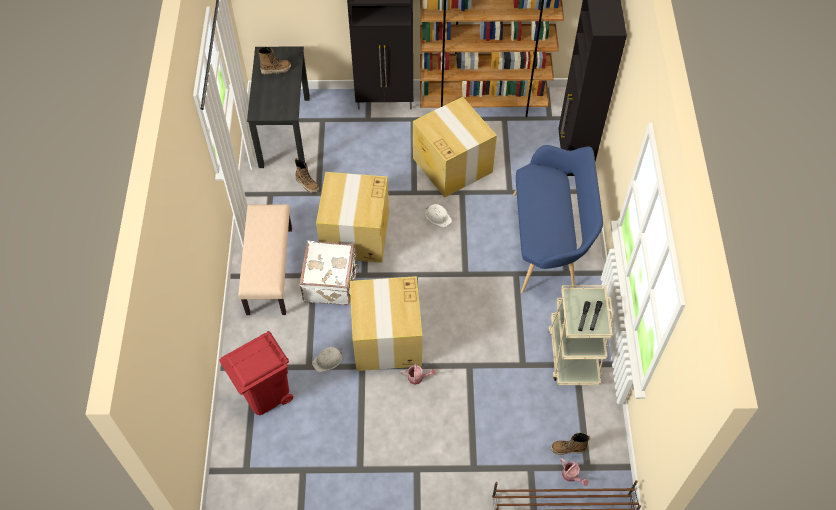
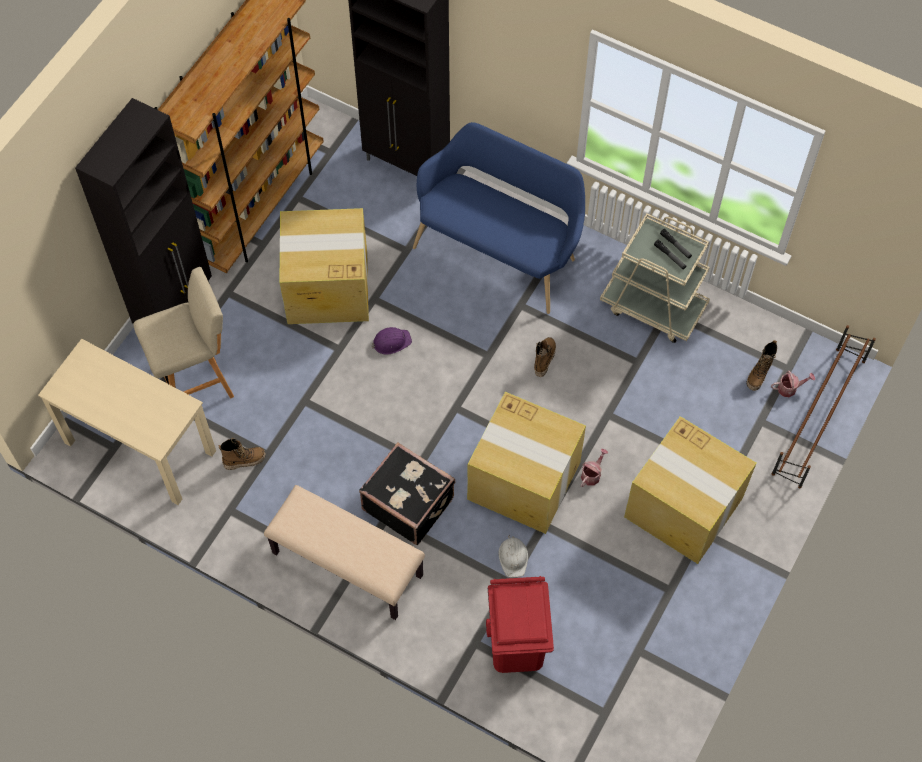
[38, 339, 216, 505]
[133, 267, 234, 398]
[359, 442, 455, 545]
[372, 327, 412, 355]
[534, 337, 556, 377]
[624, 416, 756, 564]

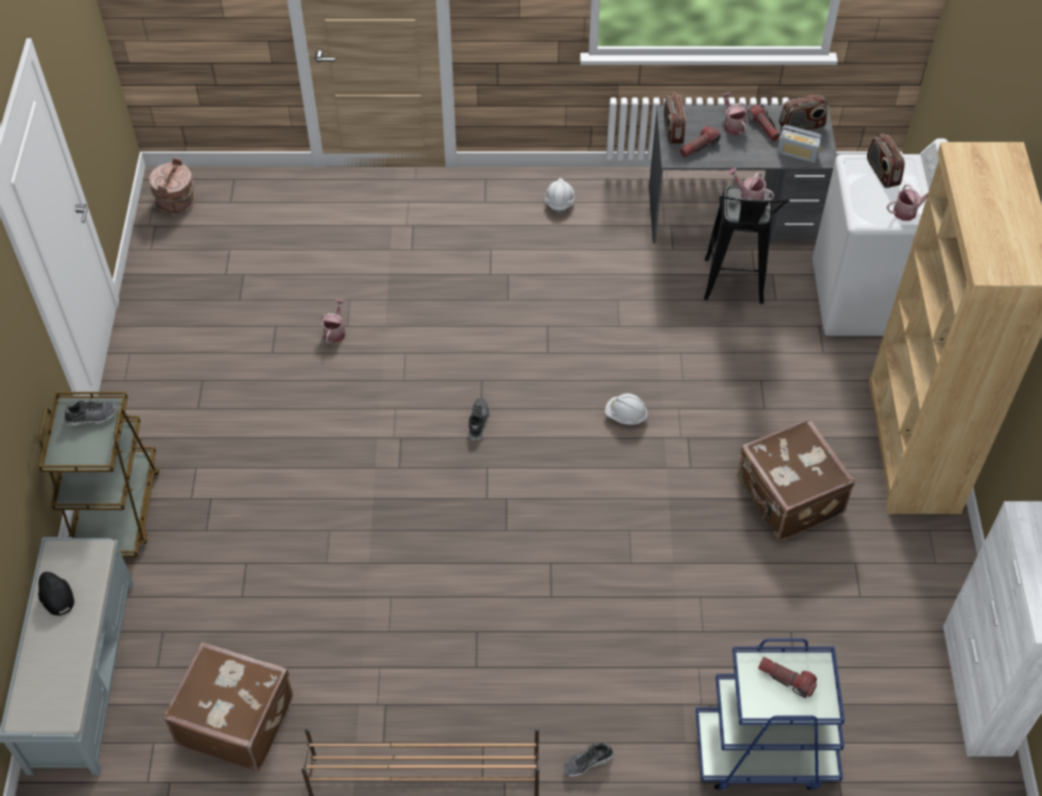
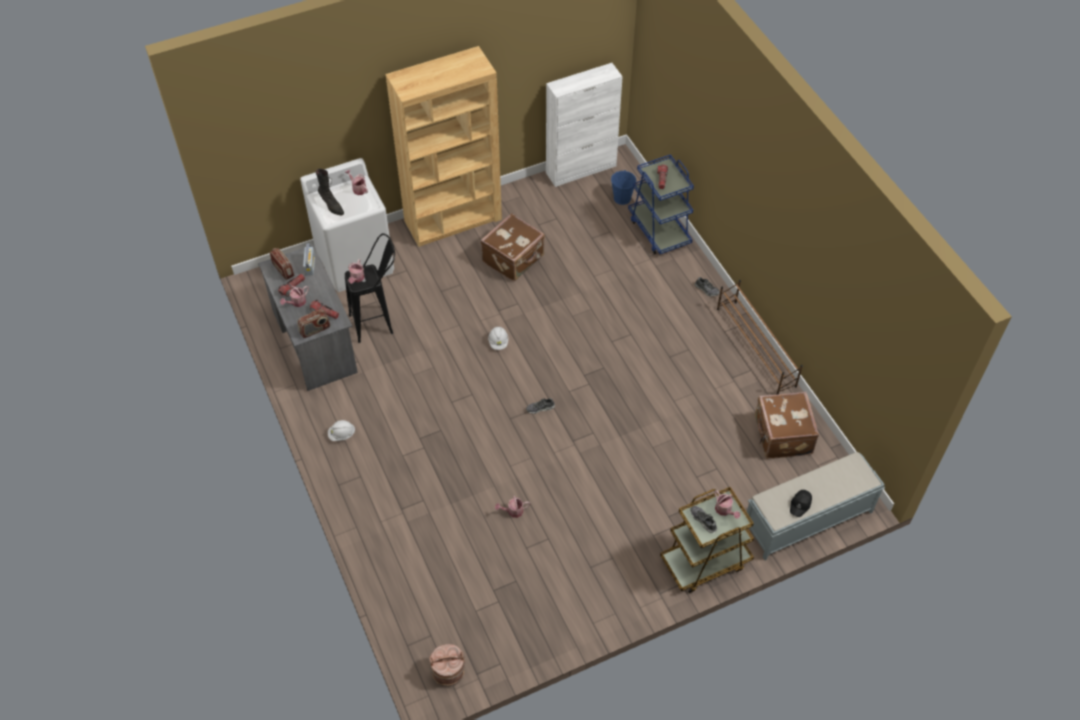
[316, 169, 344, 215]
[611, 170, 636, 205]
[714, 490, 740, 519]

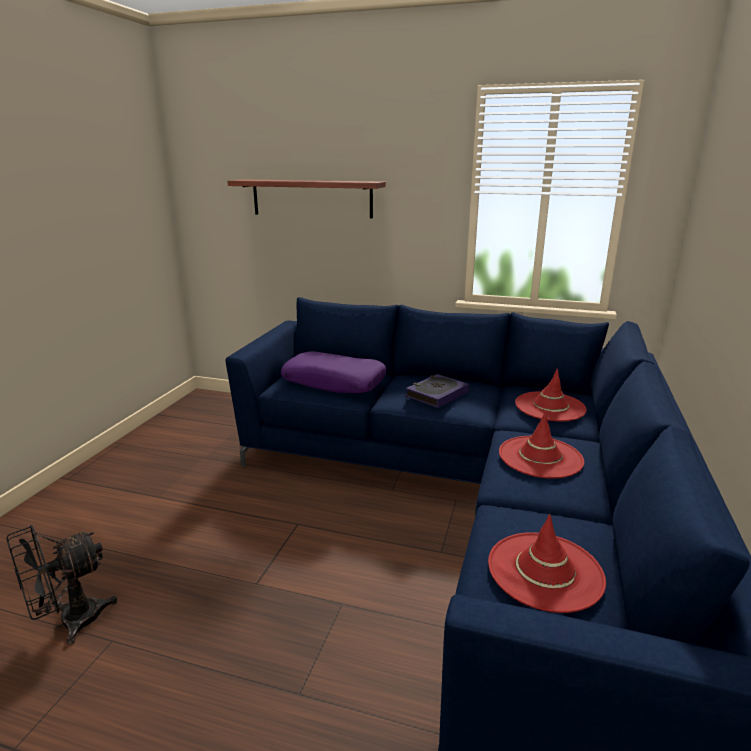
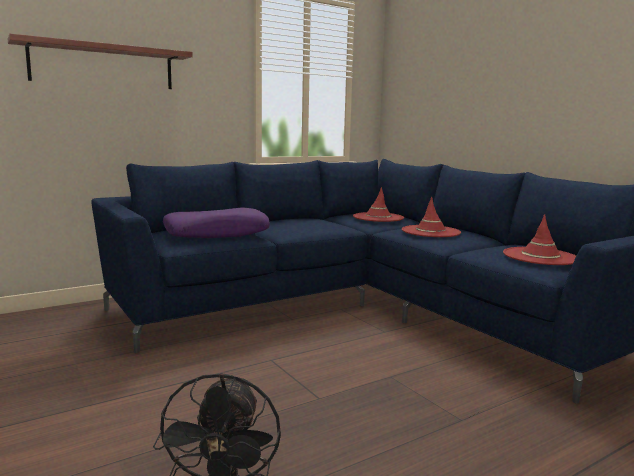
[405, 374, 469, 408] (first image)

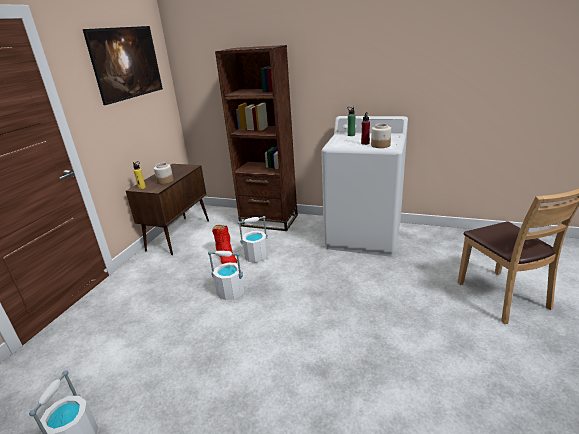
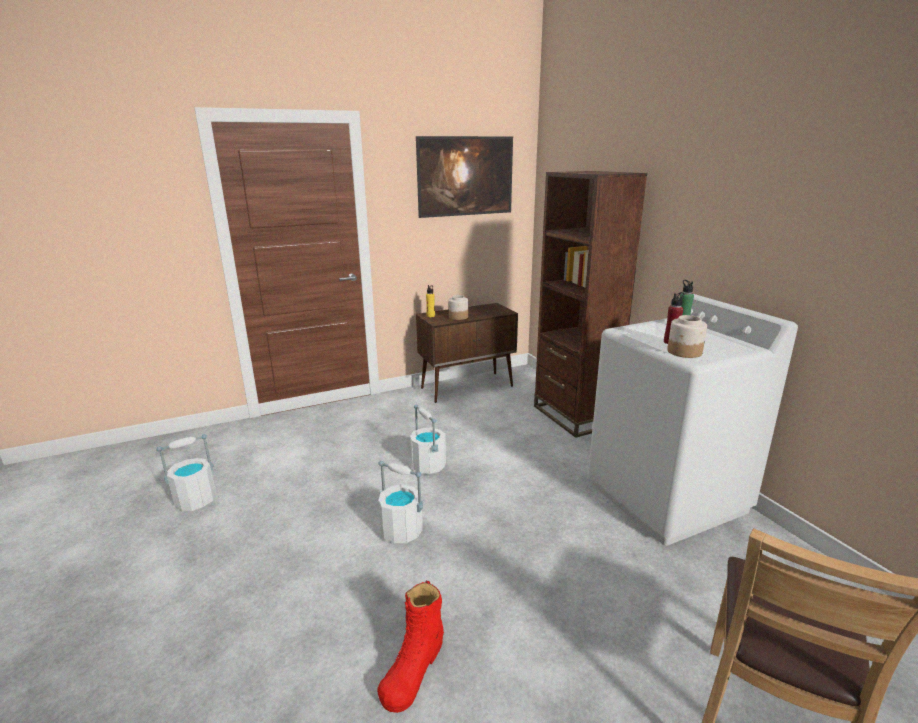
[377, 581, 444, 713]
[378, 461, 423, 543]

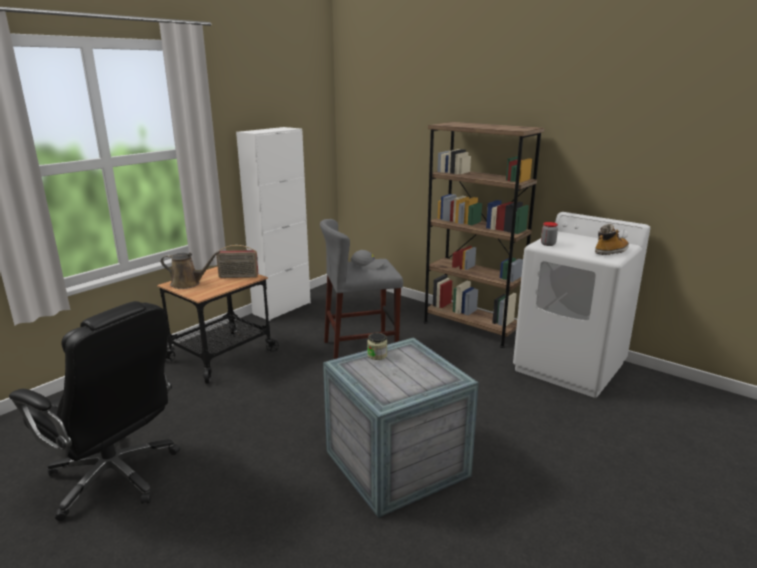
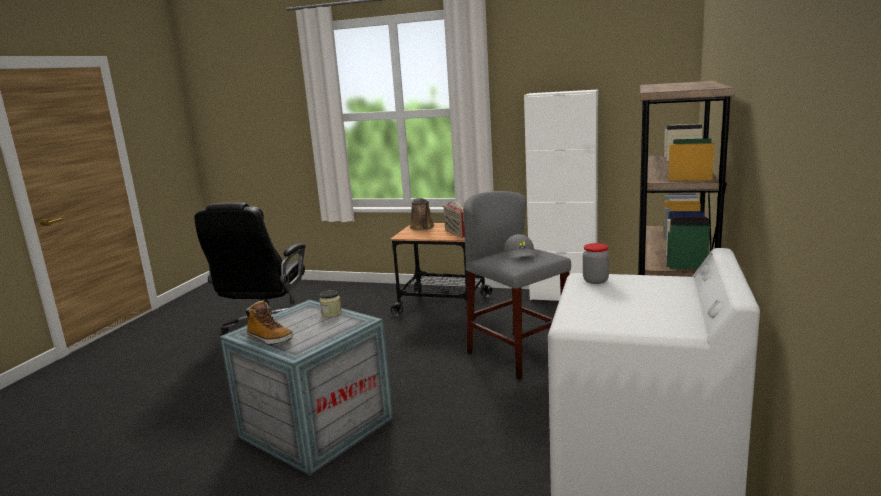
[245, 300, 293, 345]

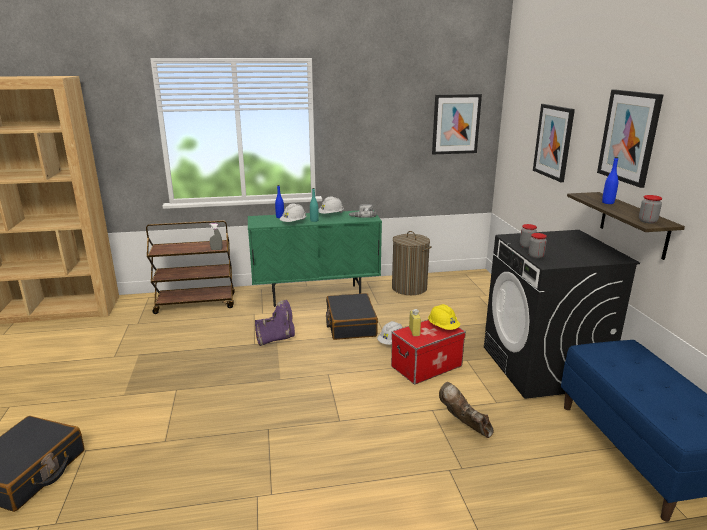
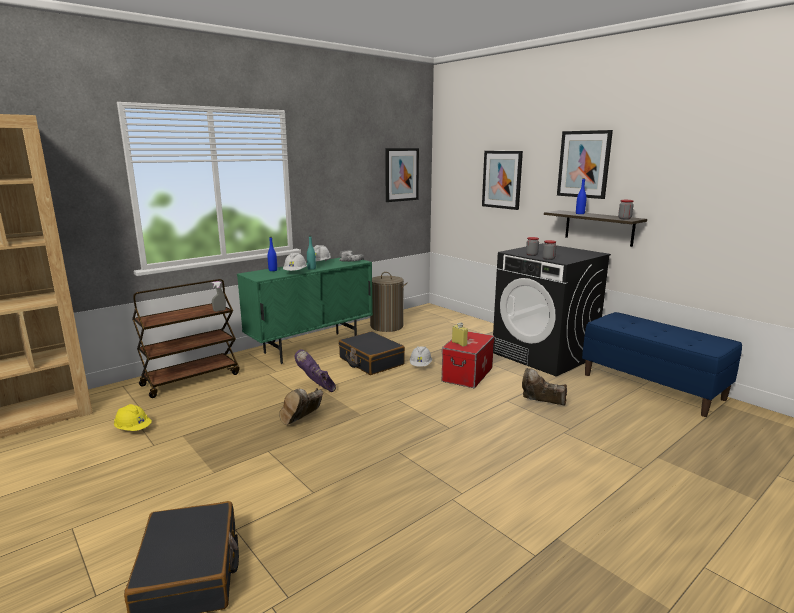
[114, 404, 152, 431]
[279, 388, 323, 425]
[295, 349, 336, 392]

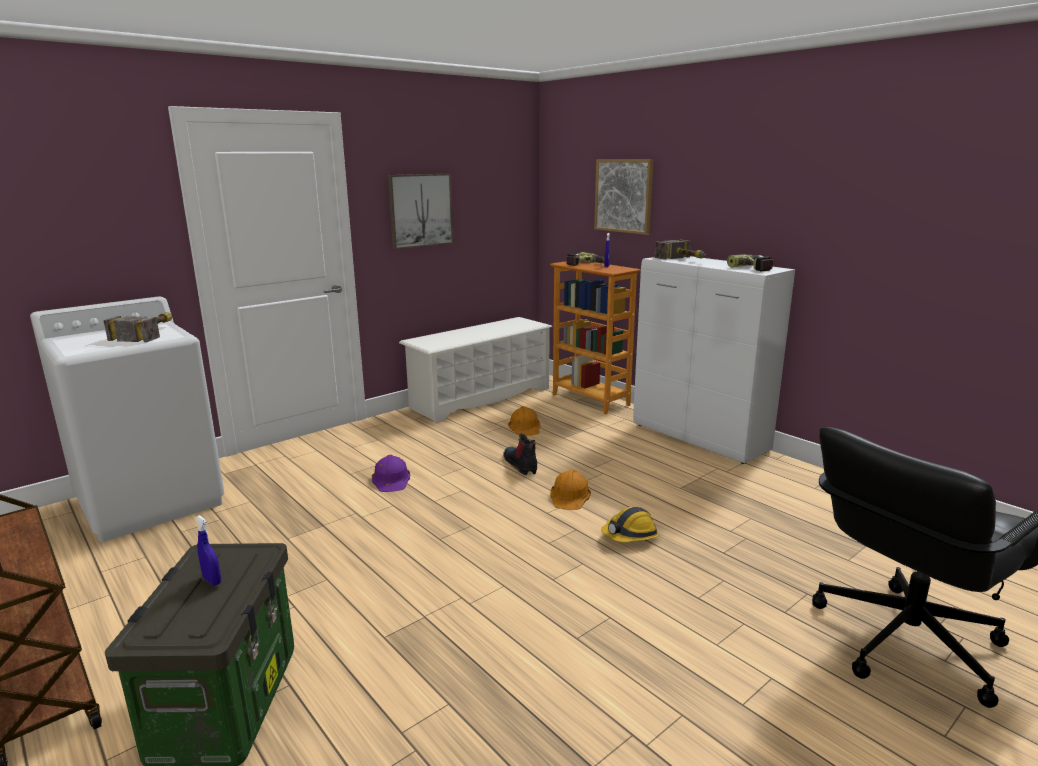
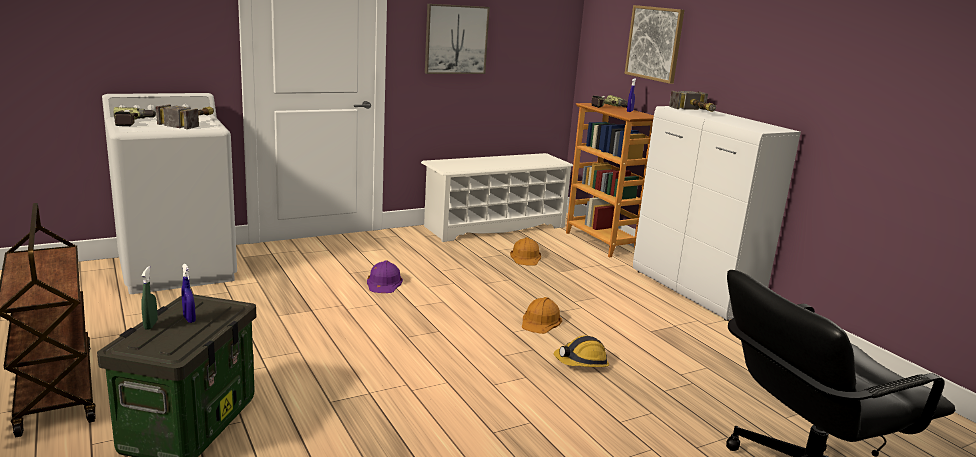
[113, 107, 156, 126]
[141, 266, 158, 329]
[503, 434, 537, 475] (first image)

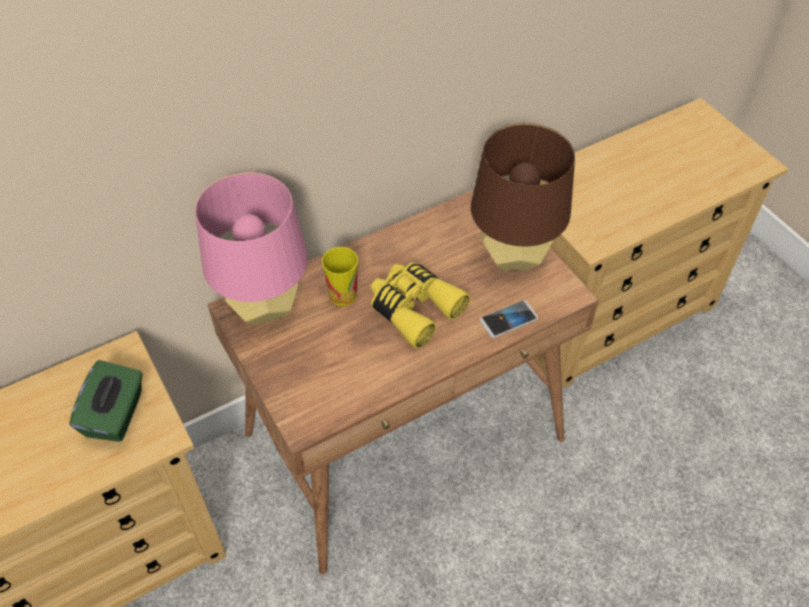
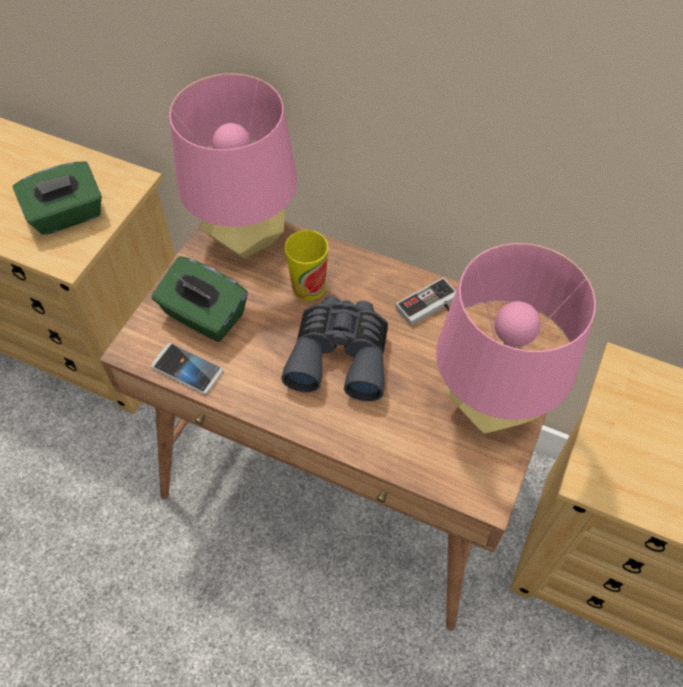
[151, 343, 223, 394]
[152, 256, 248, 342]
[281, 296, 388, 401]
[396, 277, 456, 326]
[436, 243, 596, 434]

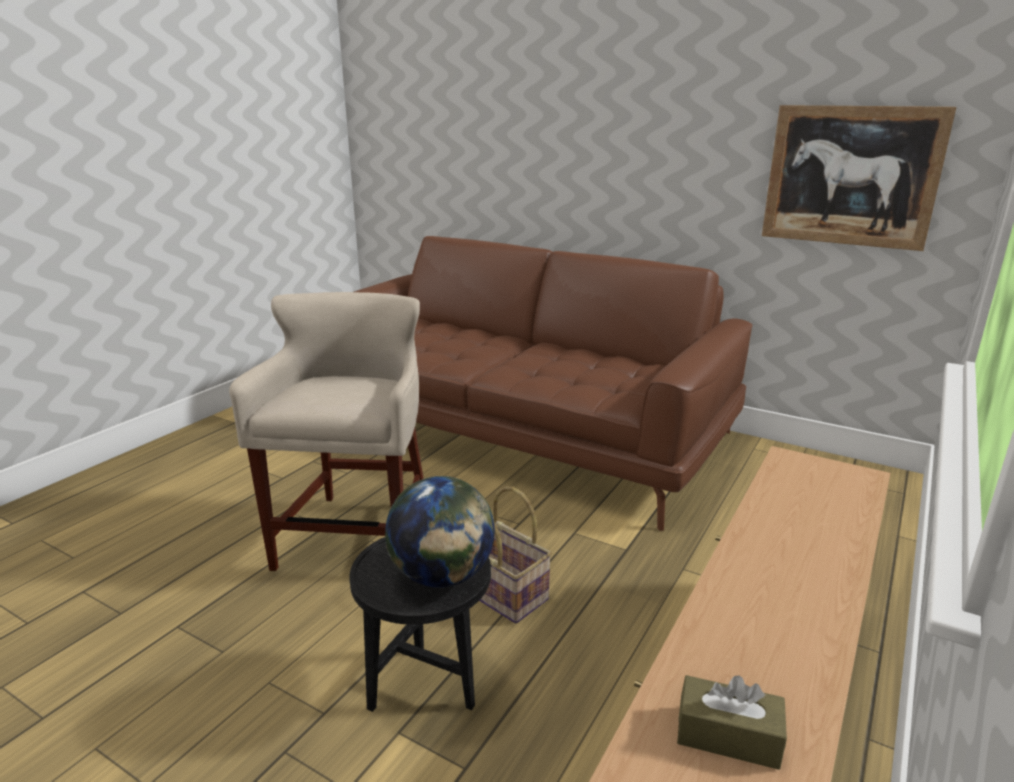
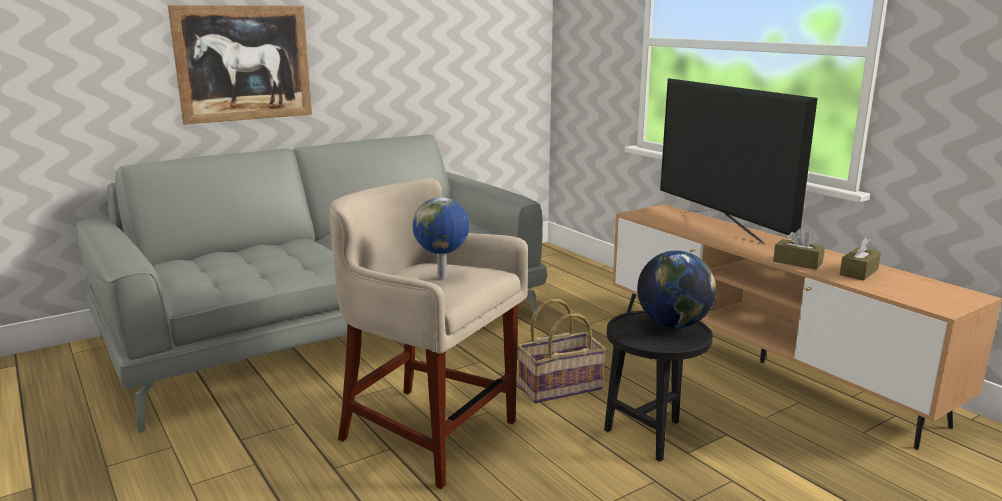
[76, 135, 547, 432]
[168, 5, 312, 125]
[413, 197, 469, 279]
[660, 78, 818, 244]
[773, 228, 825, 270]

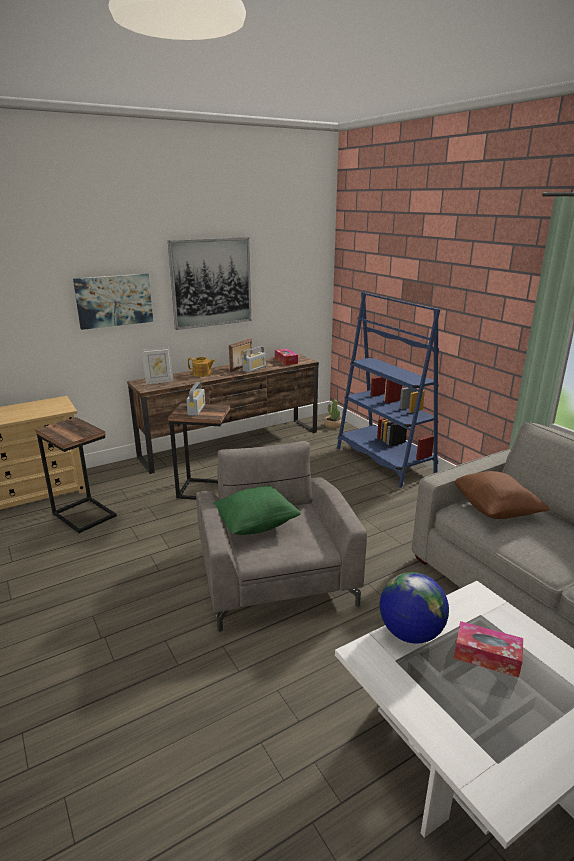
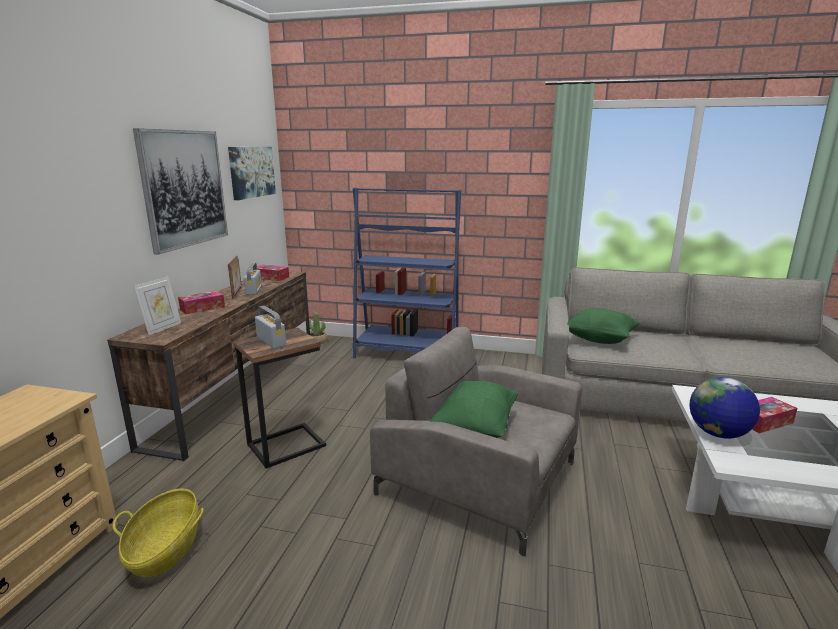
[113, 489, 204, 577]
[178, 291, 225, 314]
[228, 147, 276, 200]
[567, 308, 640, 344]

